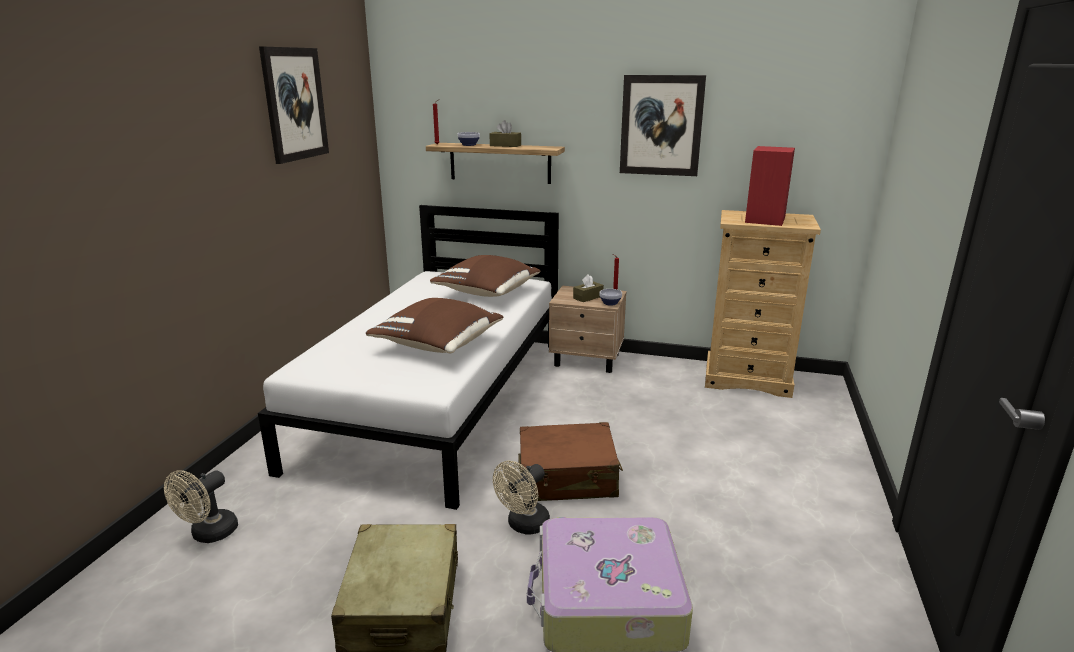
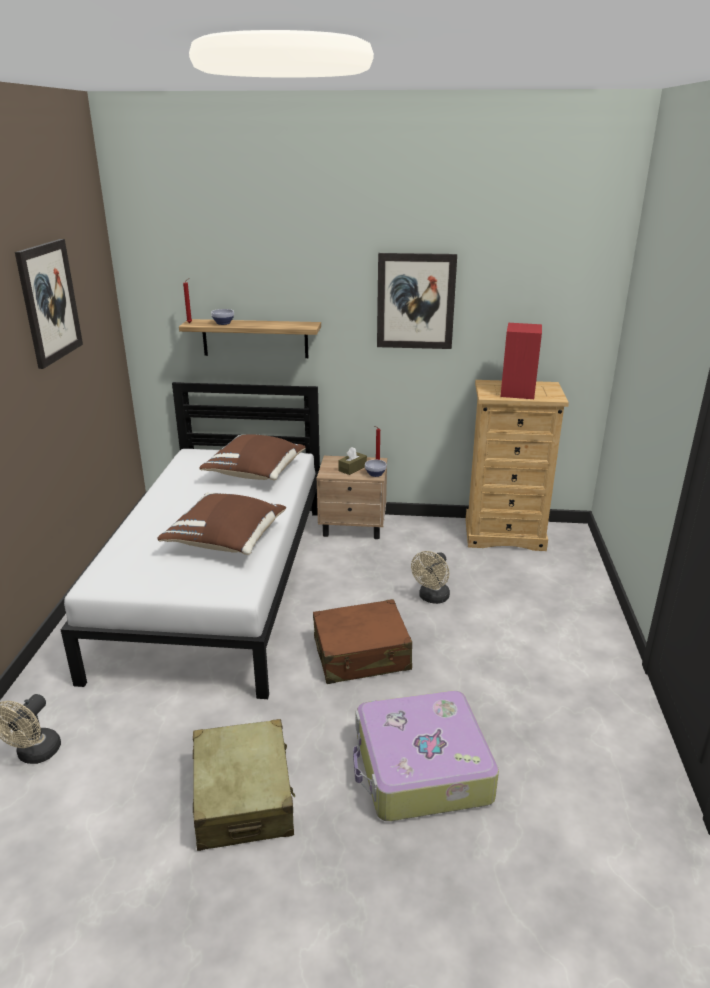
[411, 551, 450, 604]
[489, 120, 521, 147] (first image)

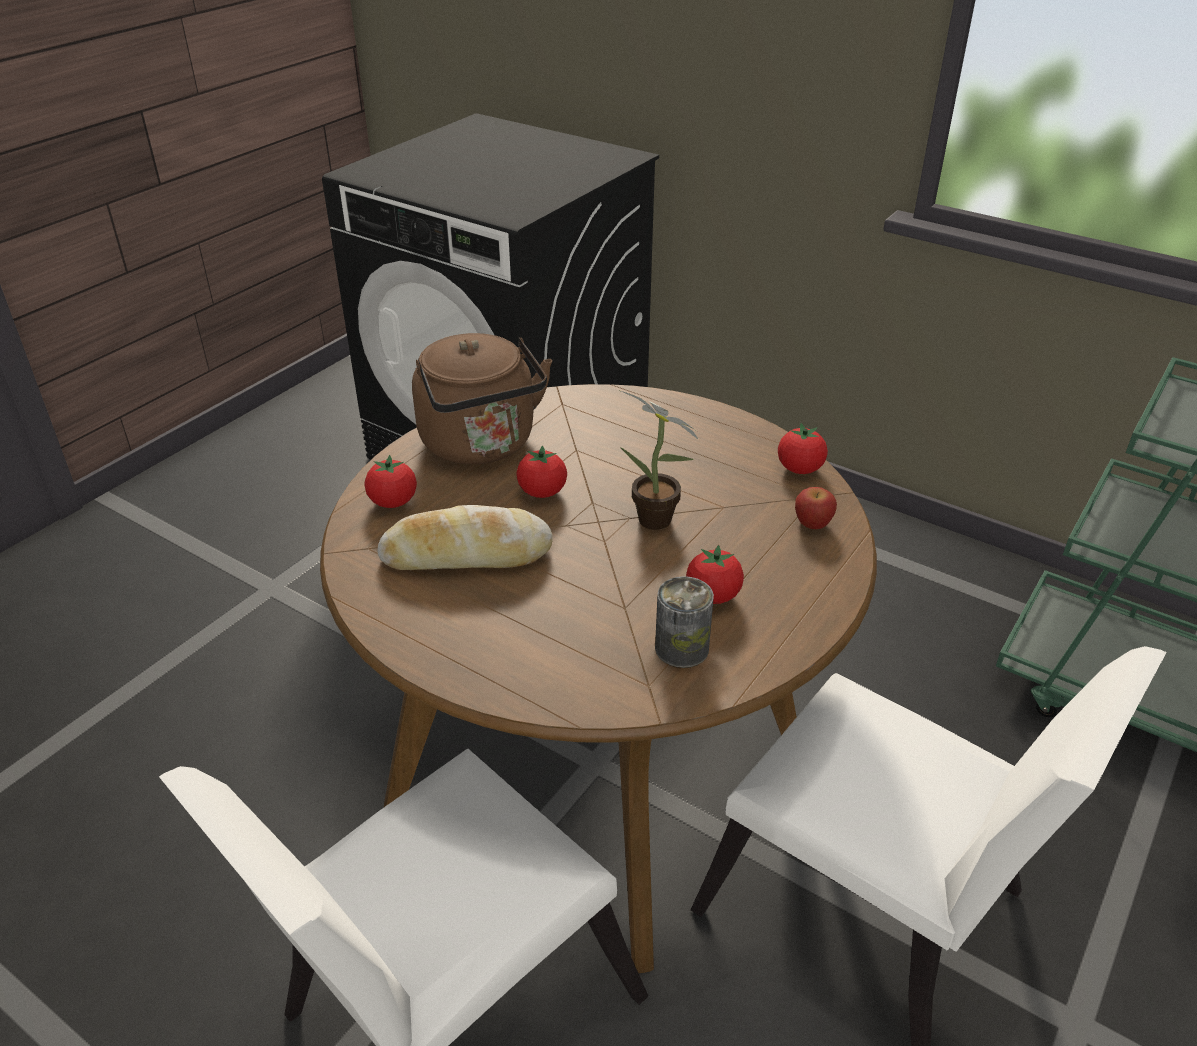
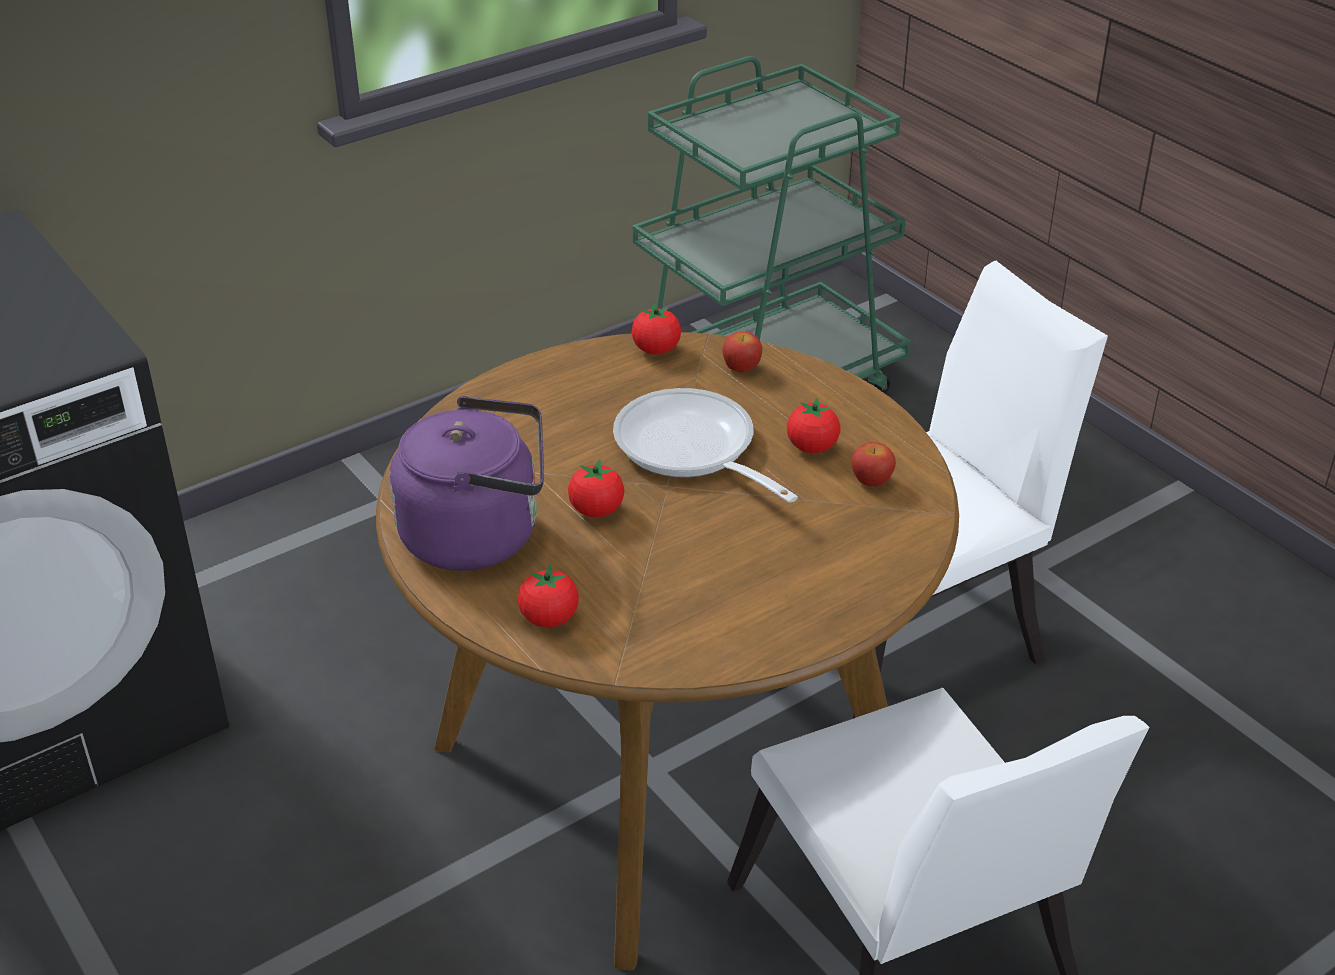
[390, 396, 544, 571]
[613, 388, 798, 503]
[852, 442, 896, 487]
[377, 505, 553, 570] (first image)

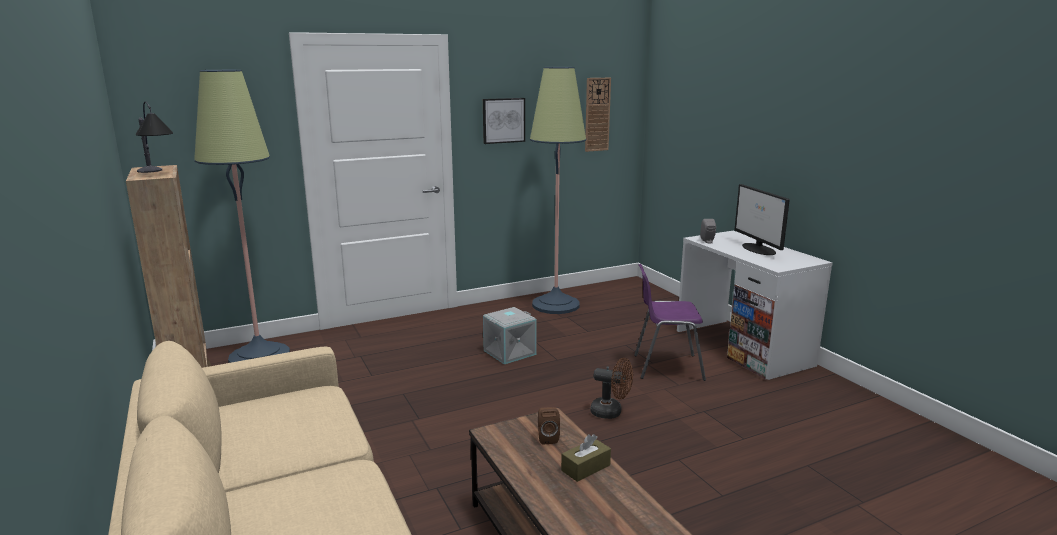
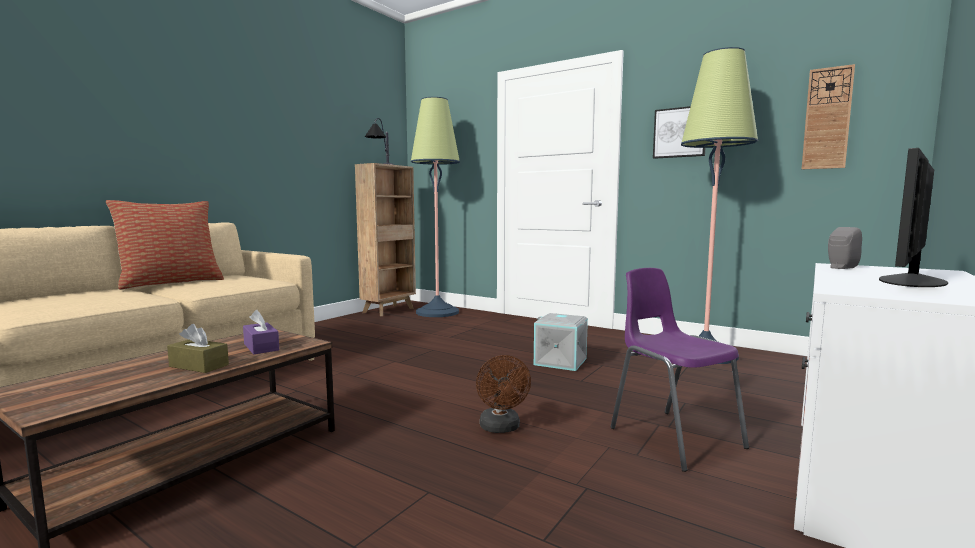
[106, 200, 224, 290]
[243, 310, 279, 354]

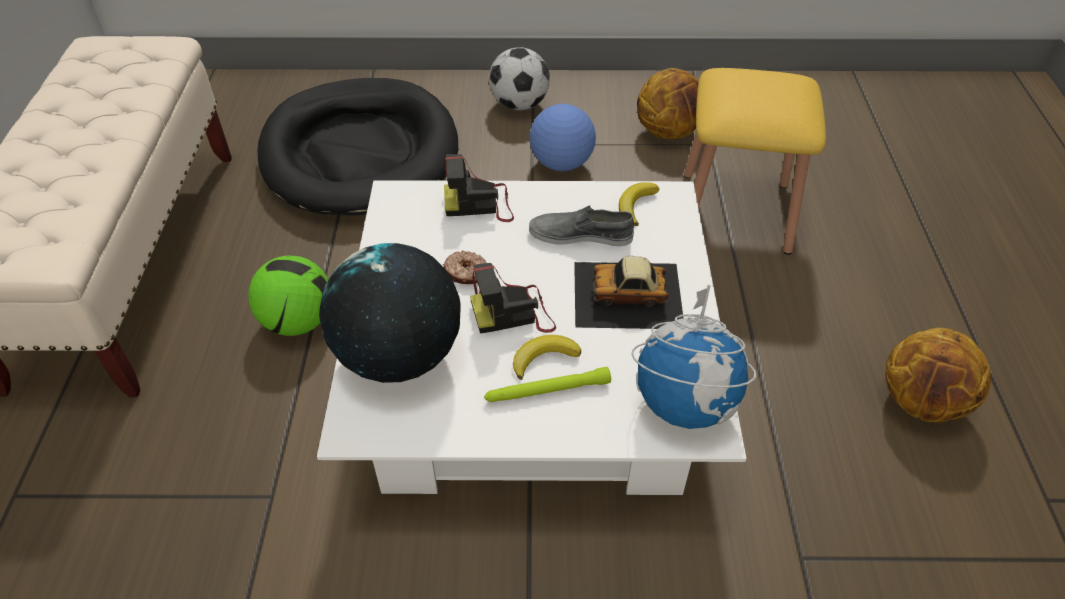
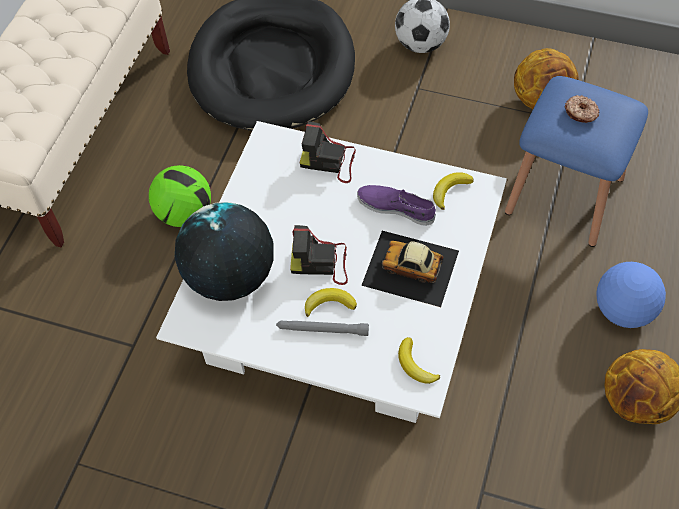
[276, 321, 369, 336]
[357, 185, 436, 226]
[398, 337, 440, 384]
[505, 76, 648, 247]
[565, 95, 600, 123]
[596, 262, 666, 328]

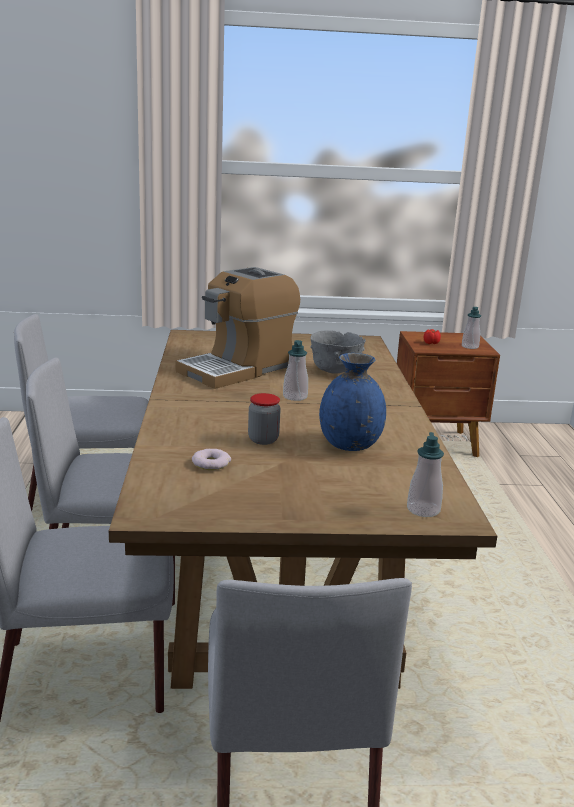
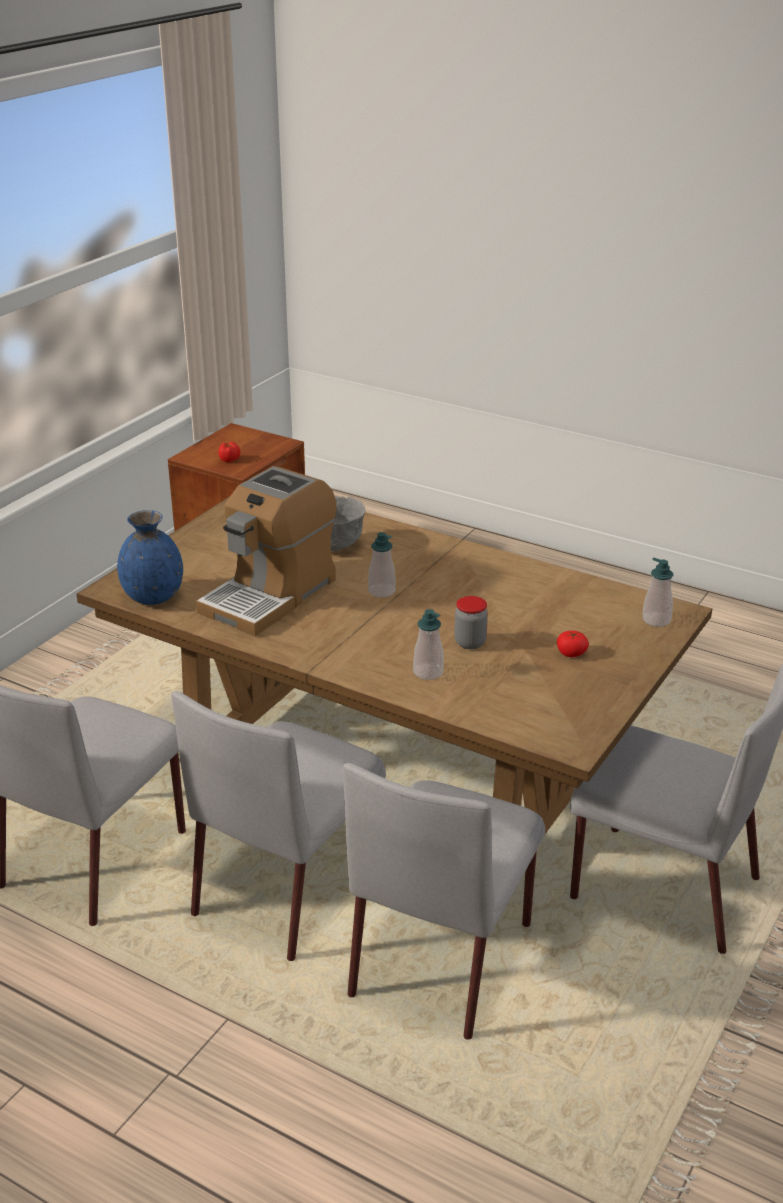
[117, 510, 183, 605]
[196, 466, 336, 636]
[413, 609, 444, 680]
[557, 631, 589, 657]
[192, 449, 231, 470] (first image)

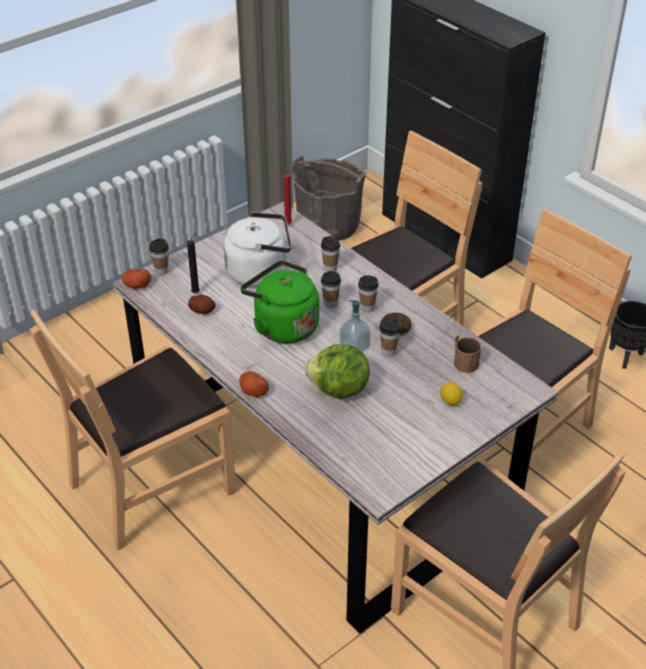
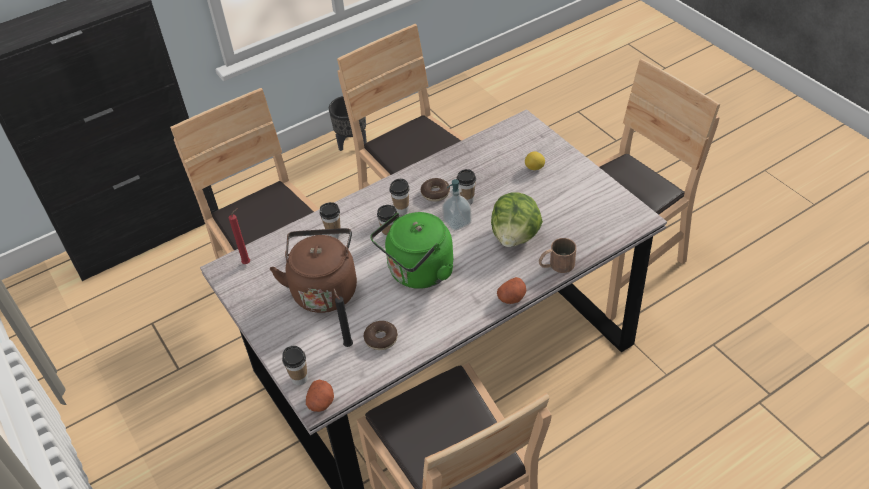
[270, 228, 357, 313]
[364, 321, 398, 350]
[539, 238, 576, 273]
[291, 156, 366, 241] (first image)

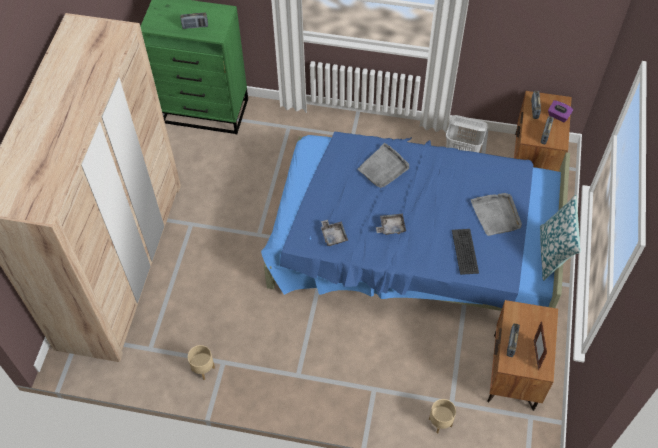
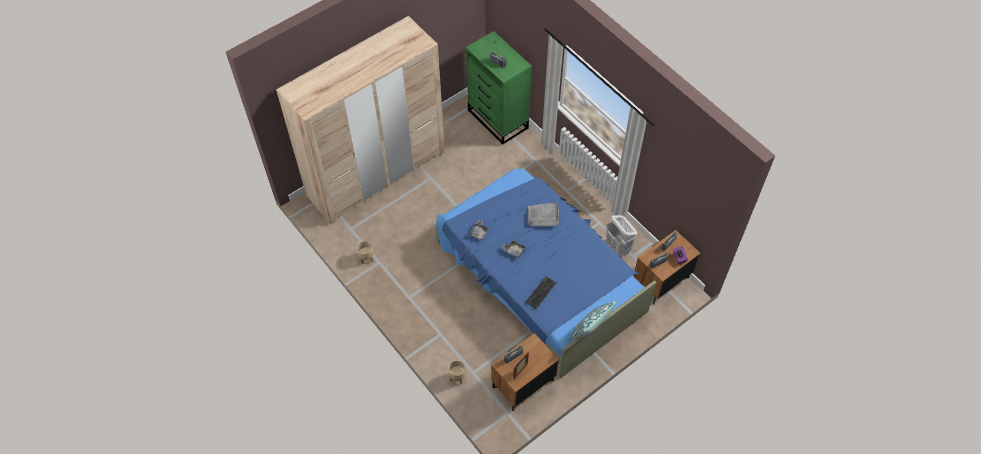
[471, 193, 522, 236] (first image)

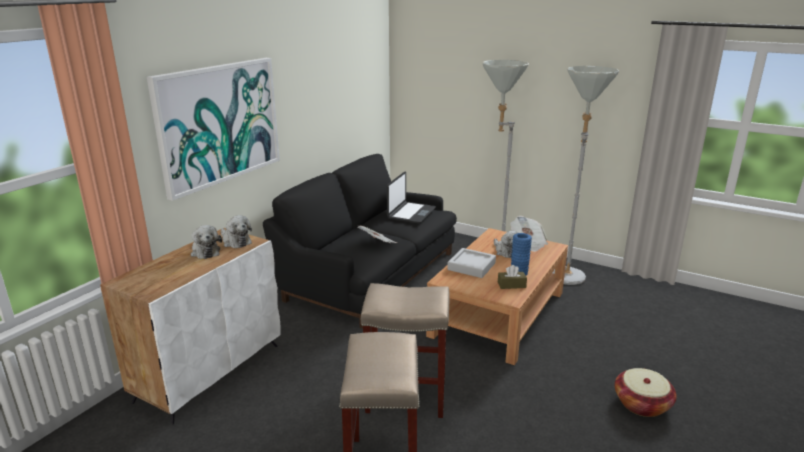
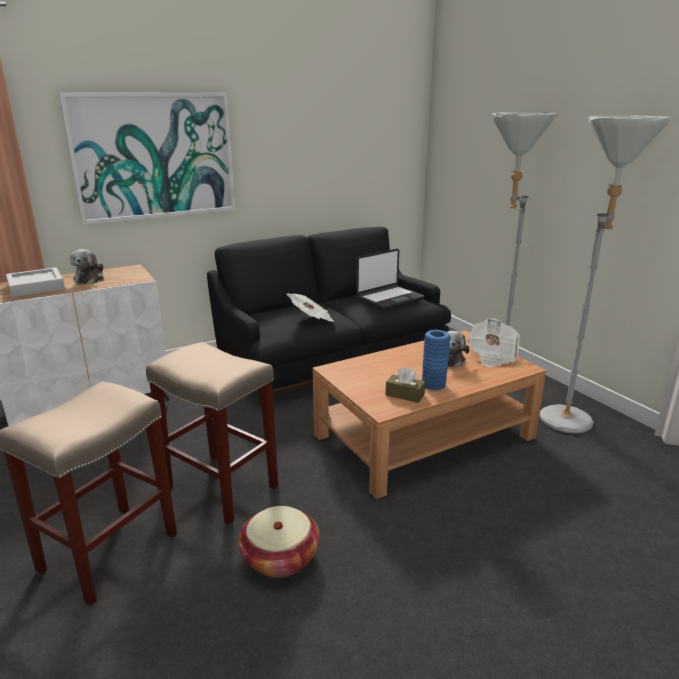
[6, 267, 65, 297]
[238, 506, 320, 578]
[221, 215, 252, 248] (first image)

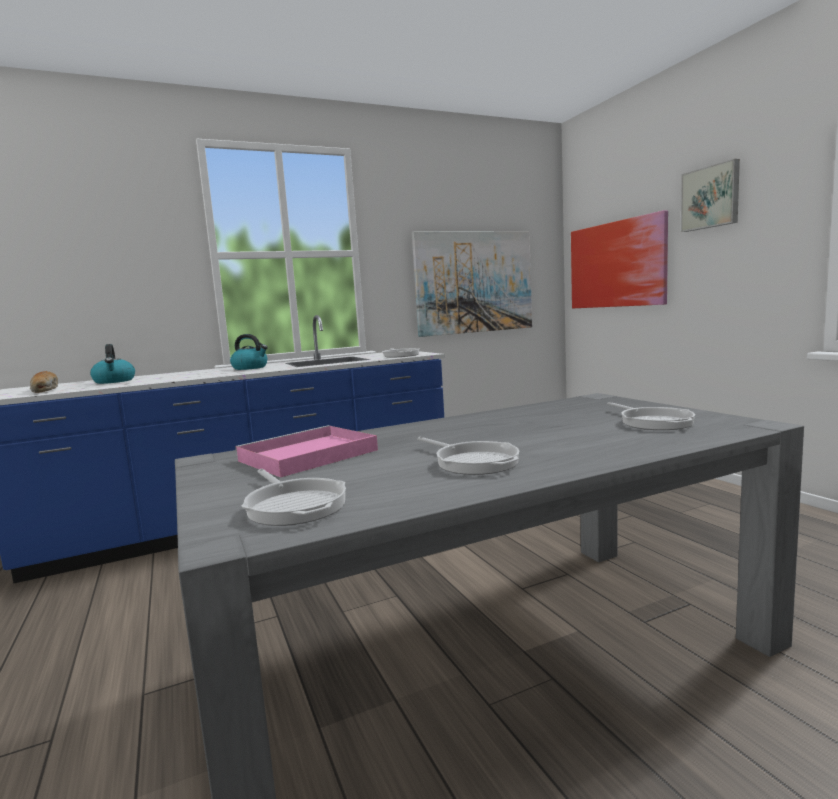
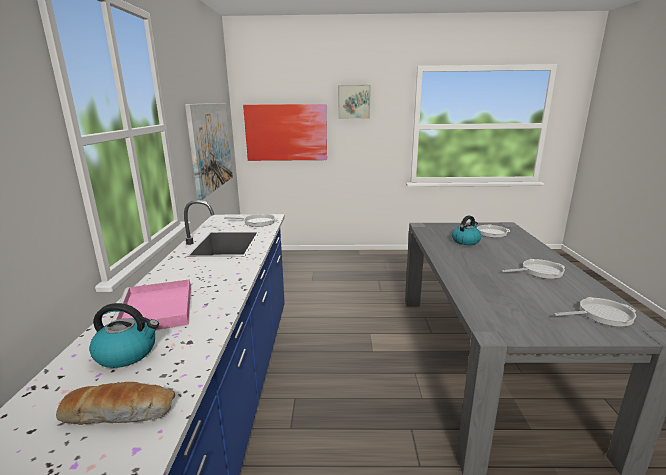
[111, 279, 191, 330]
[452, 215, 481, 245]

